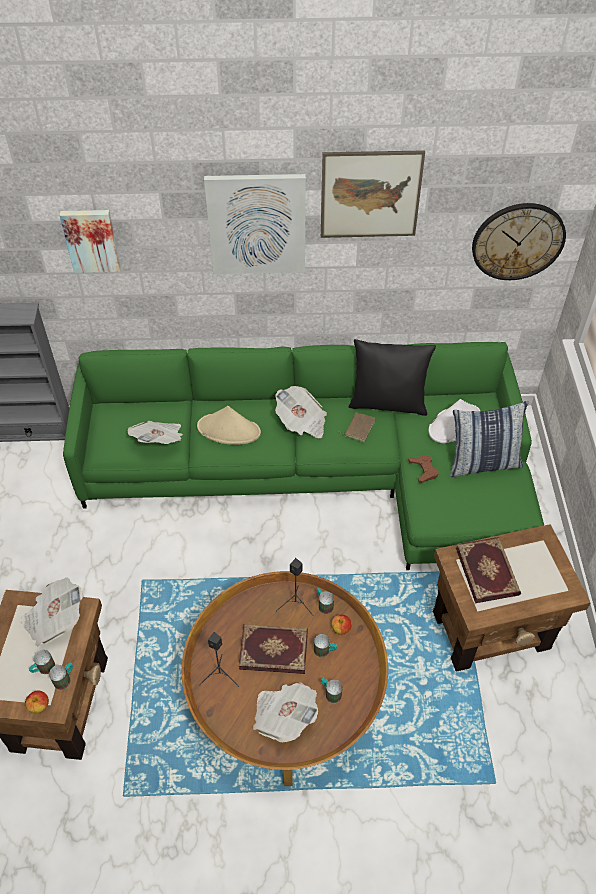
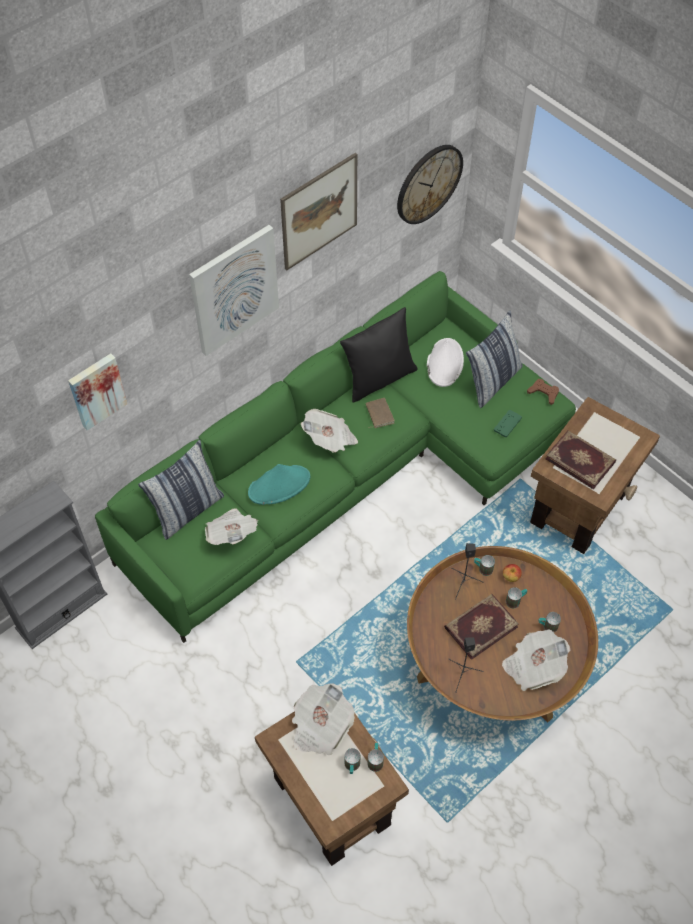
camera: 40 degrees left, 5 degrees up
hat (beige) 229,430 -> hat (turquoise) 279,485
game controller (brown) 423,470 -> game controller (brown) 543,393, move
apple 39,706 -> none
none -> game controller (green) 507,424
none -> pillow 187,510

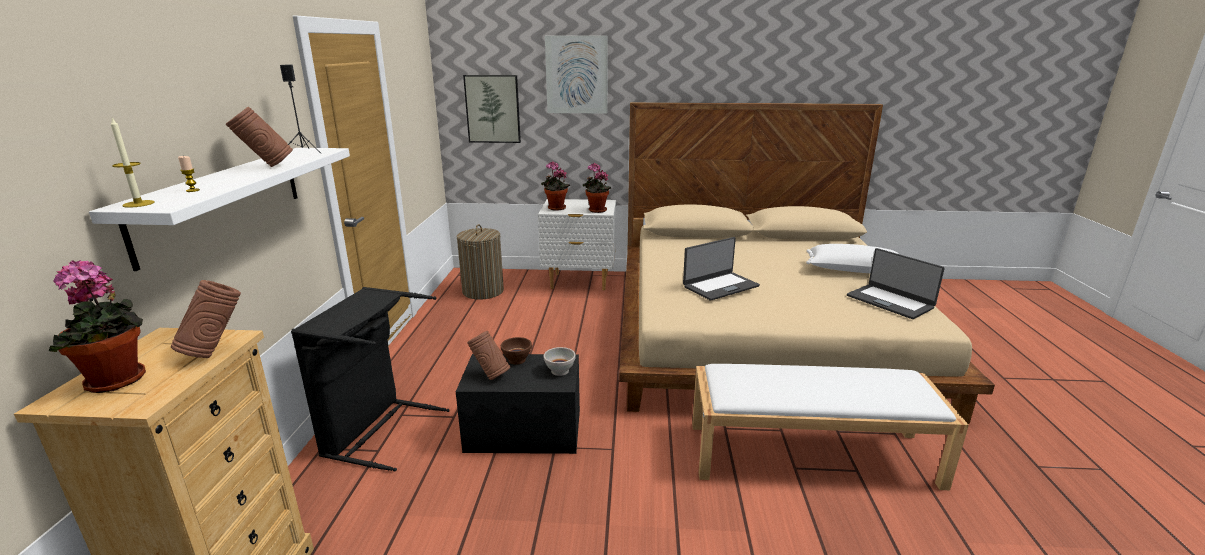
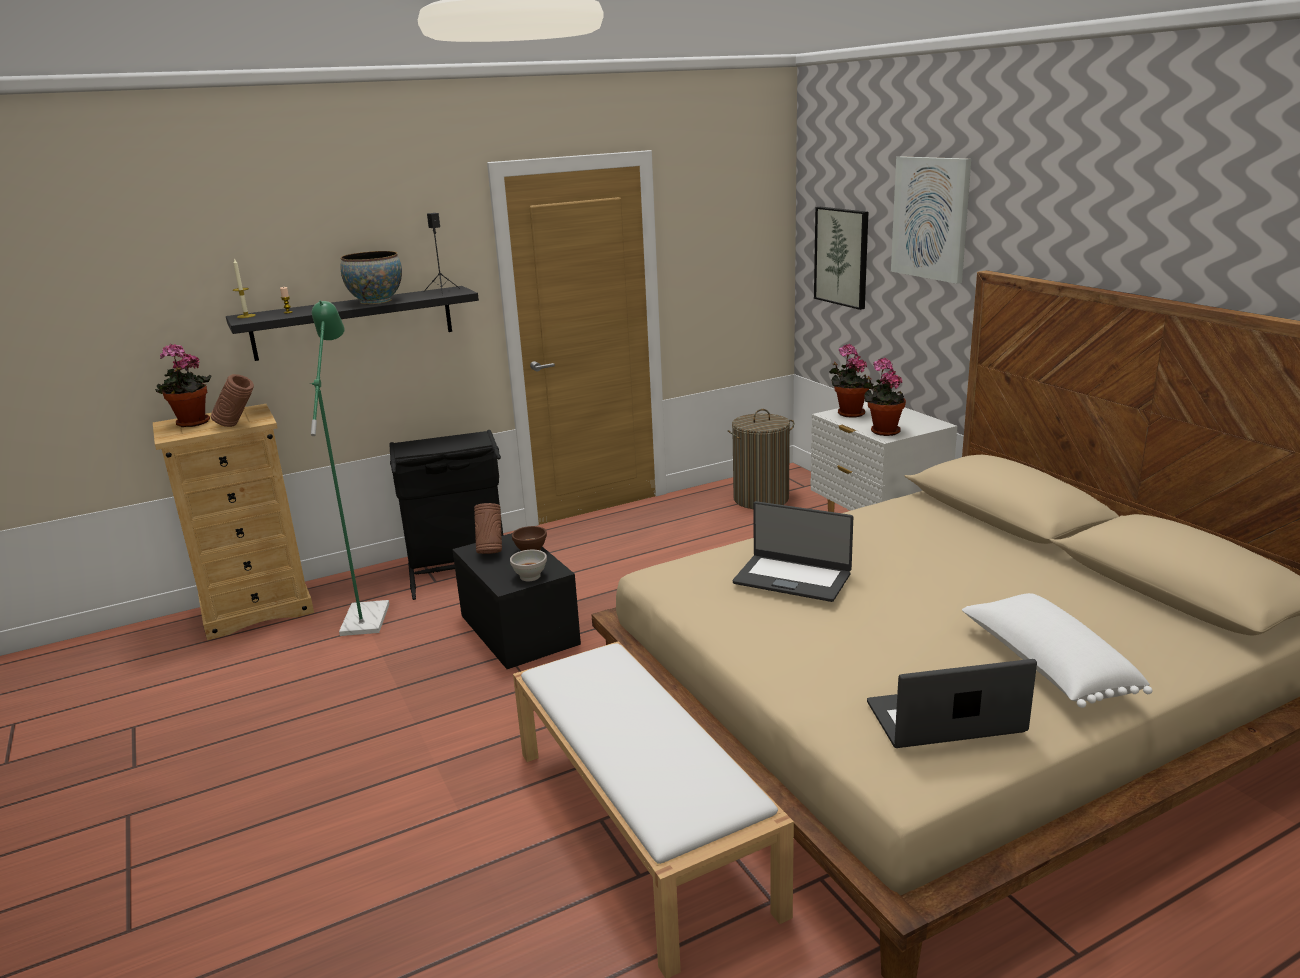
camera: 60 degrees right, 0 degrees up
vase (brown) 266,167 -> bowl 376,301
shelf (white) 223,200 -> shelf (black) 353,322
laptop 890,301 -> laptop 945,719, 60 degrees clockwise
none -> floor lamp (green) 367,613

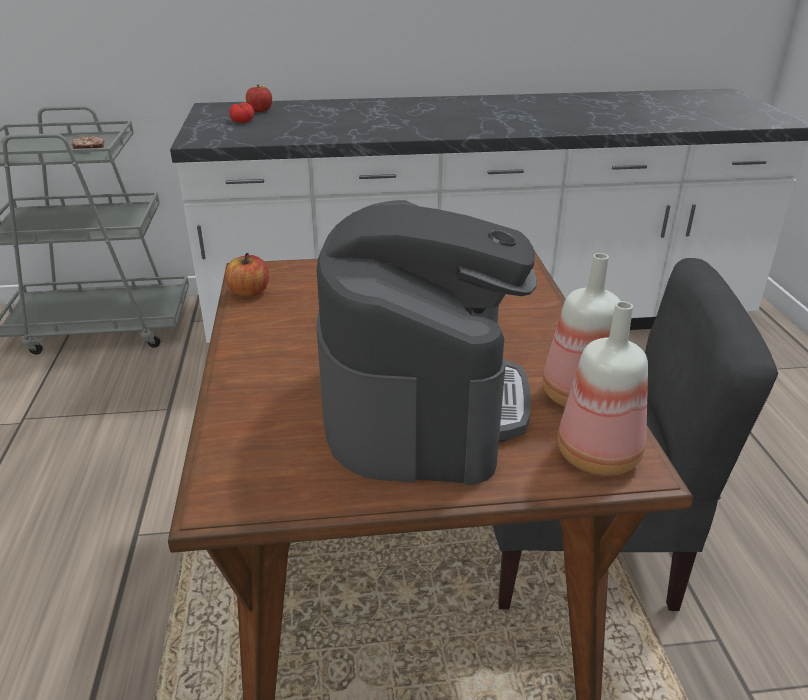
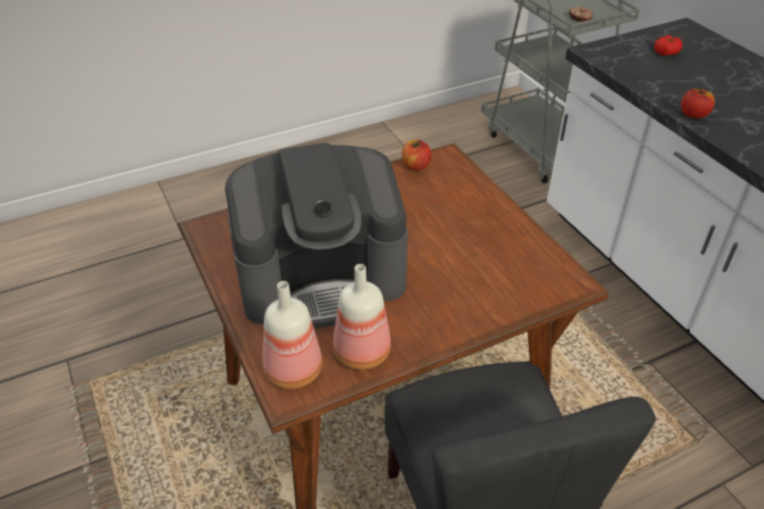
camera: 70 degrees right, 10 degrees up
apple 260,110 -> apple 693,115, move

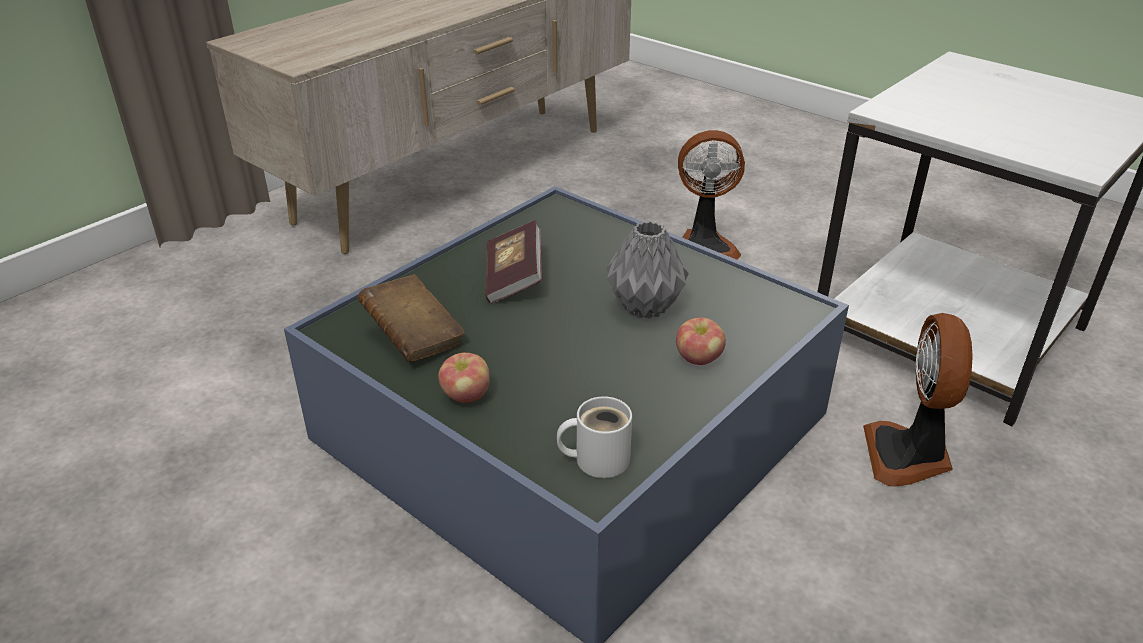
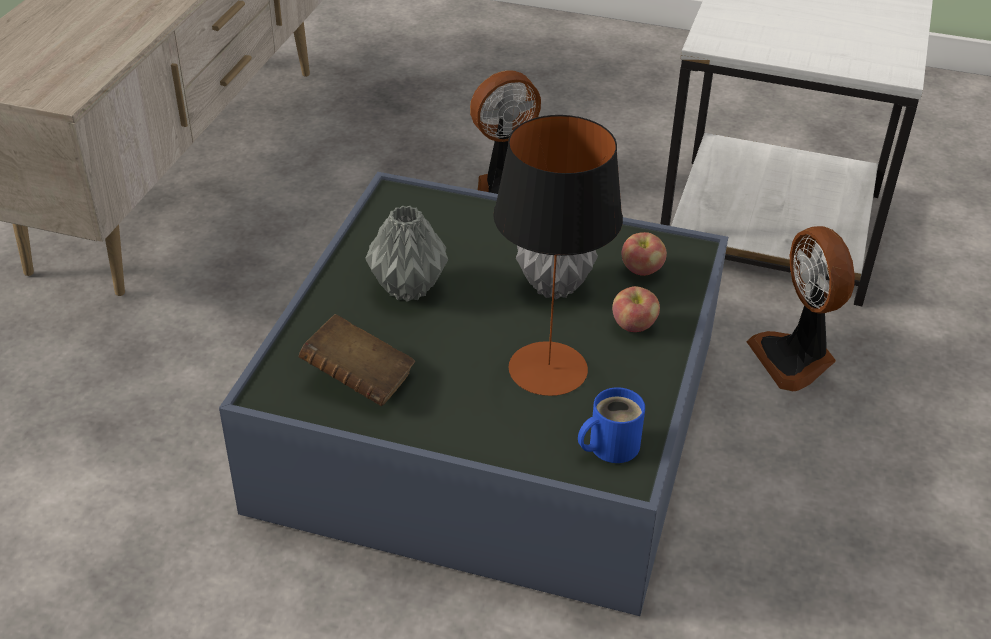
camera: 25 degrees left, 5 degrees up
book 514,278 -> vase (grey) 409,288
apple 466,396 -> apple 641,270, move
mug (white) 597,458 -> mug (blue) 609,445
none -> table lamp 548,369

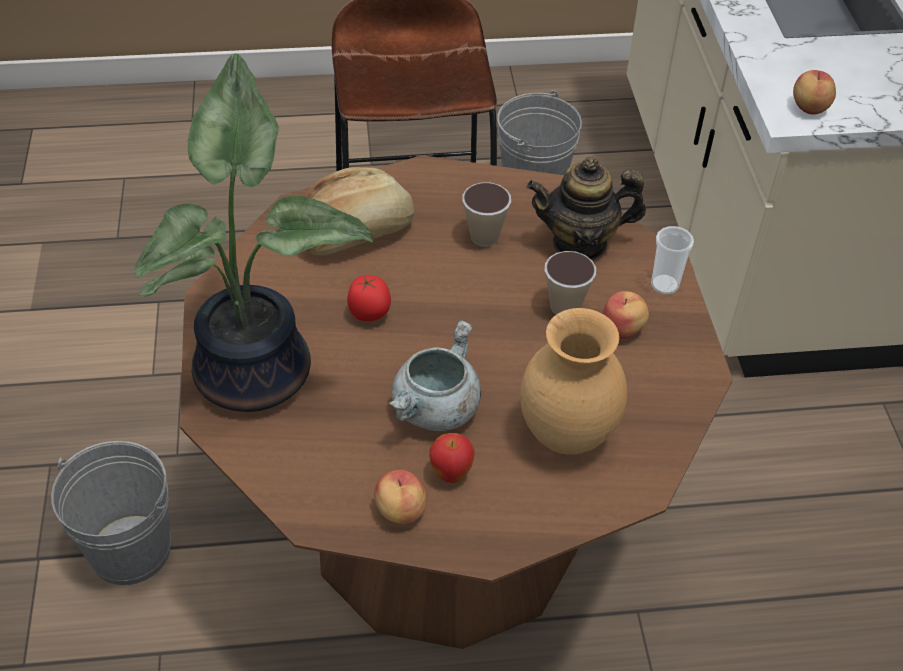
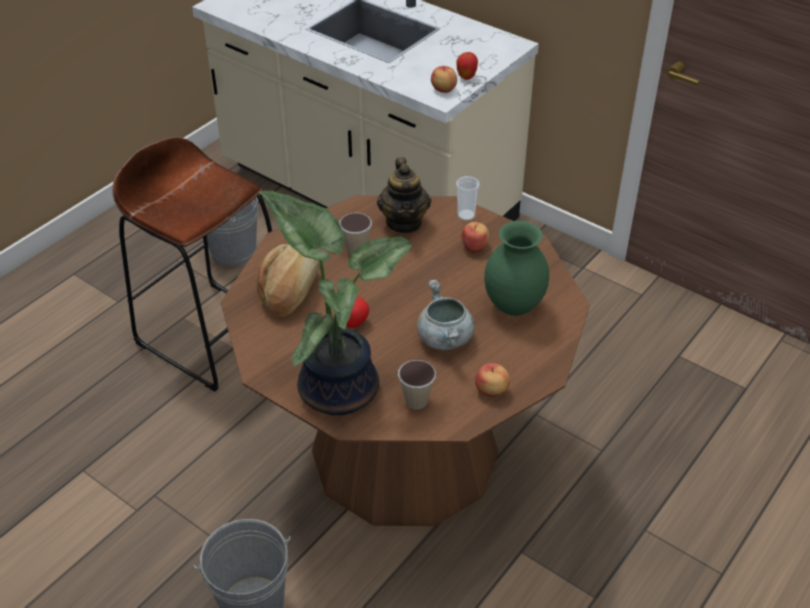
camera: 45 degrees left, 5 degrees down
teapot 580,243 -> teapot 404,222, 45 degrees counterclockwise
cup 565,307 -> cup 416,401, move
vase (brown) 566,436 -> vase (green) 514,307
apple 451,474 -> apple 466,77, move

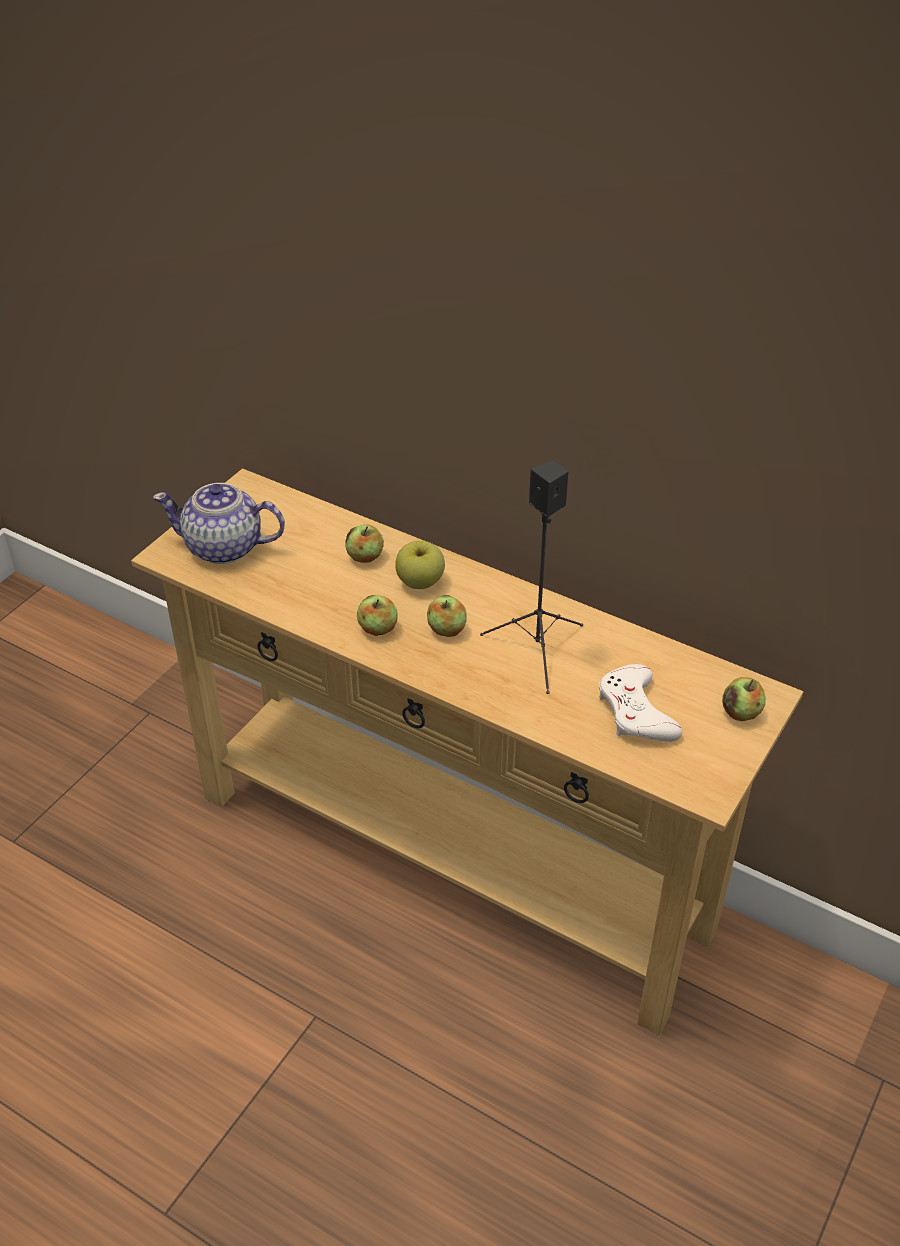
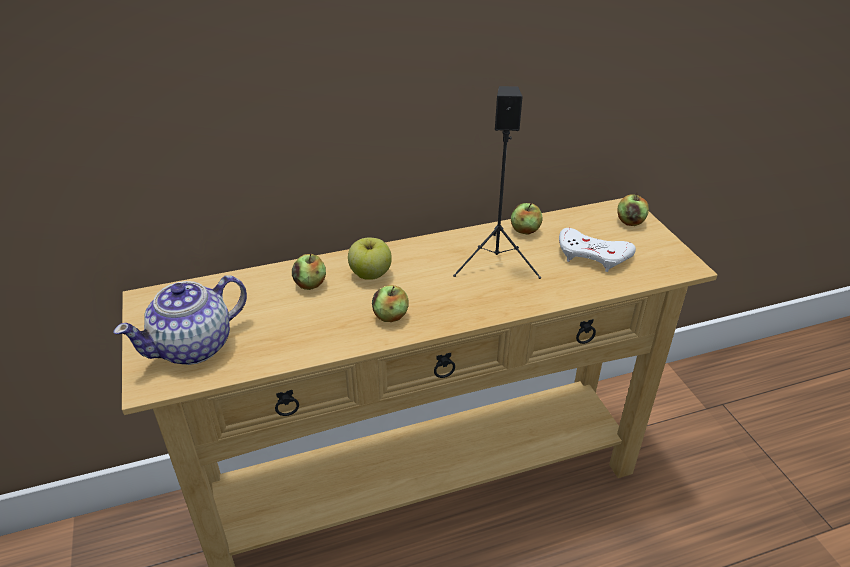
camera: 50 degrees left, 5 degrees down
apple 446,629 -> apple 525,230, move

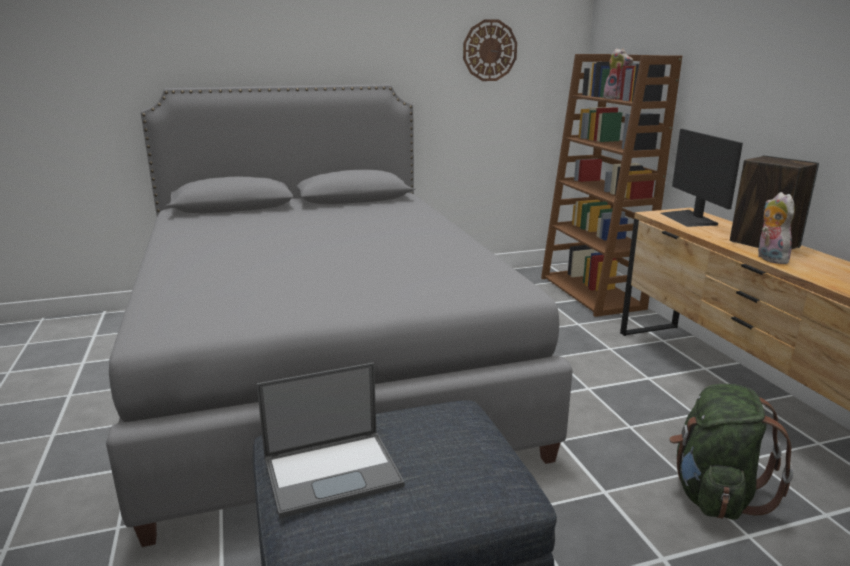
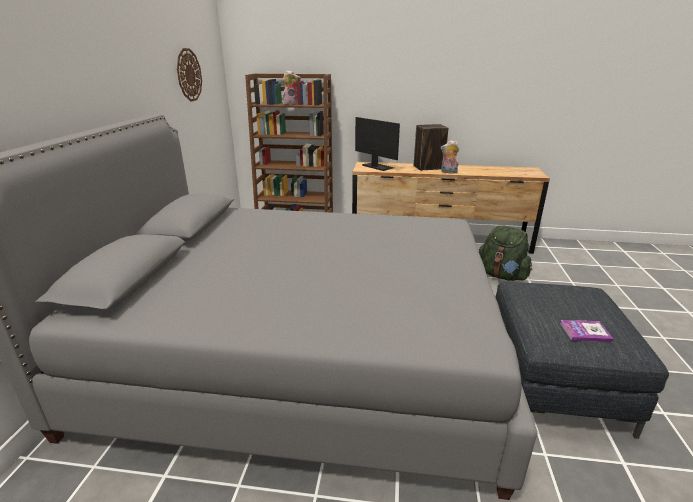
camera: 65 degrees left, 5 degrees up
monitor 689,219 -> monitor 377,166, 150 degrees counterclockwise
laptop 334,471 -> book 585,332

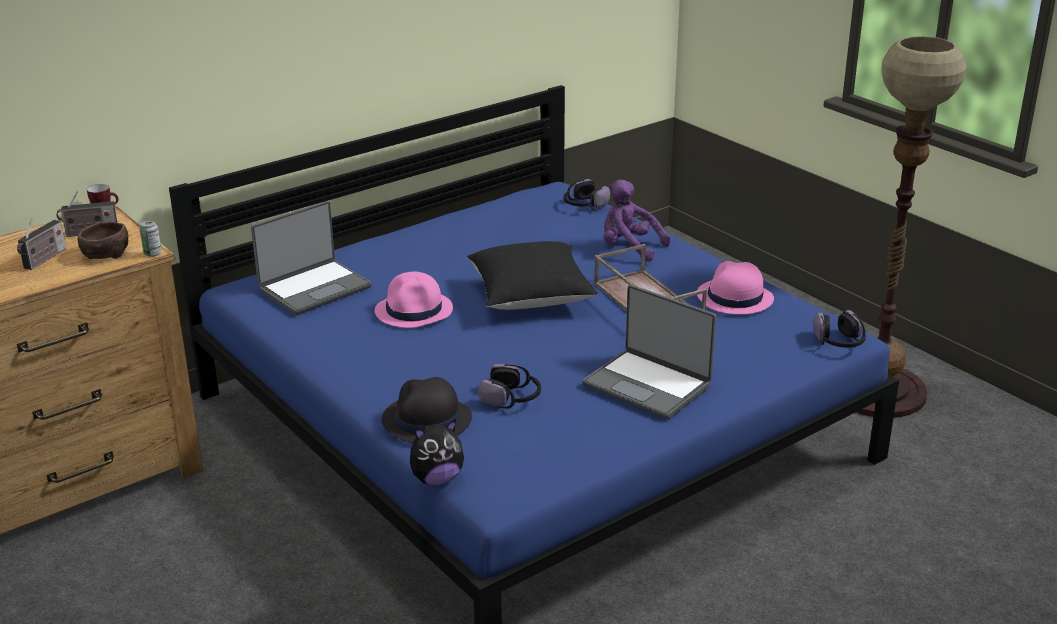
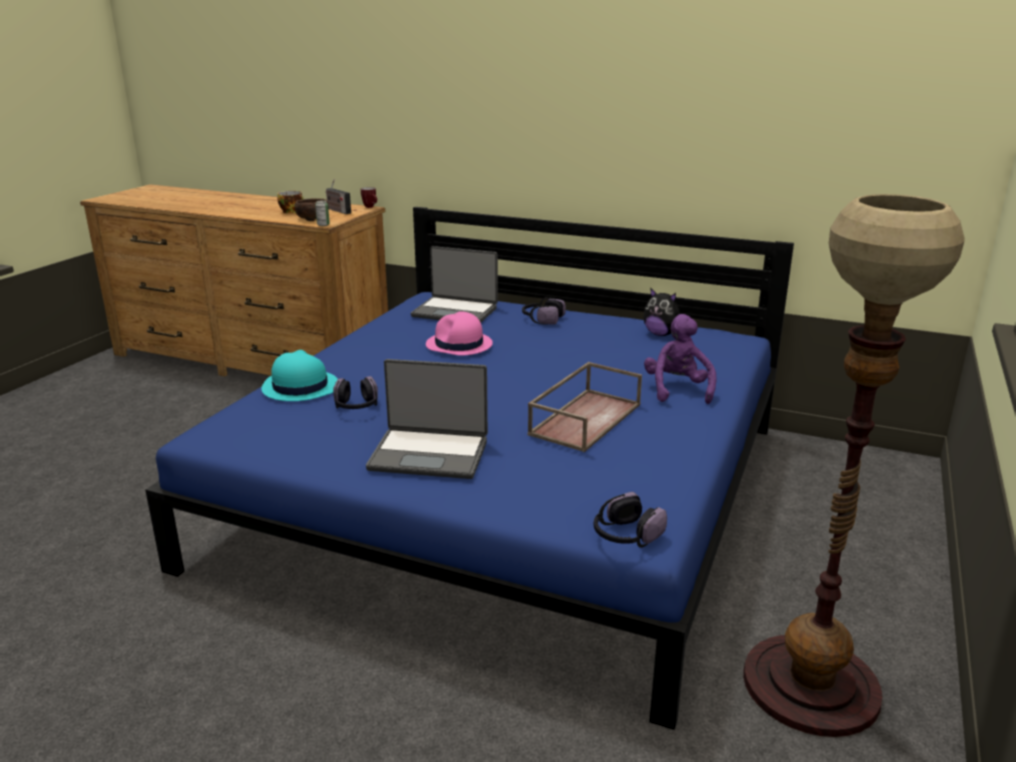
camera: 60 degrees right, 5 degrees down
headphones 584,205 -> headphones 542,319, move
radio 44,259 -> cup 293,212
pillow (black) 530,296 -> none
hat (pink) 734,298 -> none
laptop 648,385 -> laptop 429,454, 90 degrees counterclockwise
hat (black) 426,420 -> hat (turquoise) 299,387
plush toy 436,479 -> plush toy 661,334, move

